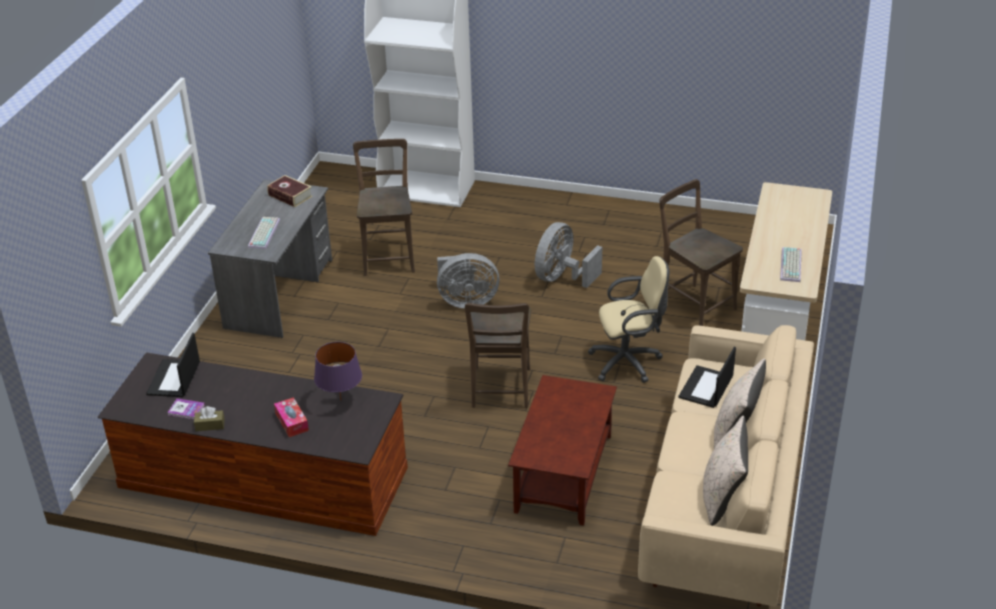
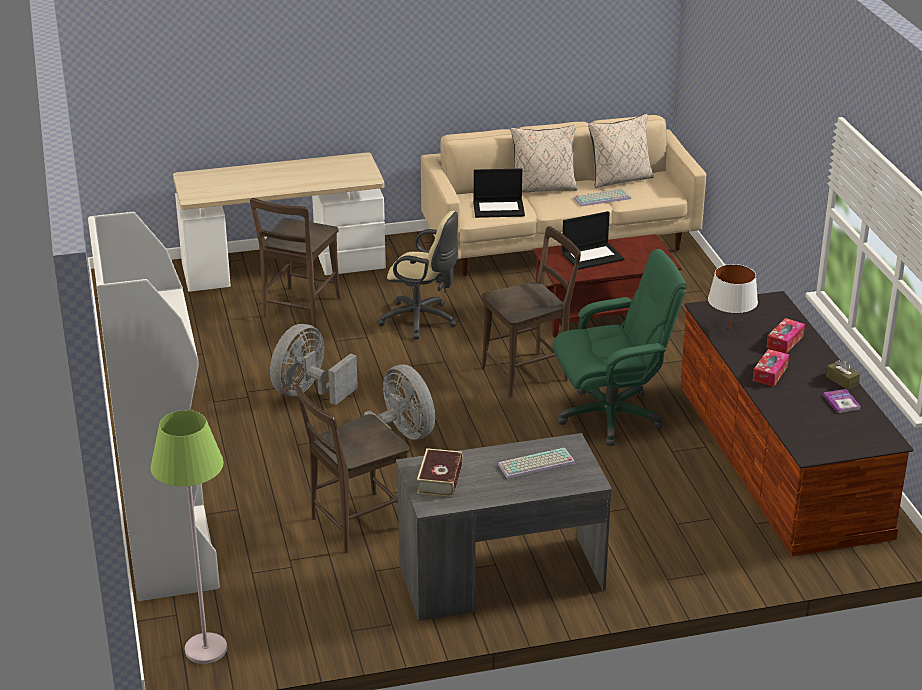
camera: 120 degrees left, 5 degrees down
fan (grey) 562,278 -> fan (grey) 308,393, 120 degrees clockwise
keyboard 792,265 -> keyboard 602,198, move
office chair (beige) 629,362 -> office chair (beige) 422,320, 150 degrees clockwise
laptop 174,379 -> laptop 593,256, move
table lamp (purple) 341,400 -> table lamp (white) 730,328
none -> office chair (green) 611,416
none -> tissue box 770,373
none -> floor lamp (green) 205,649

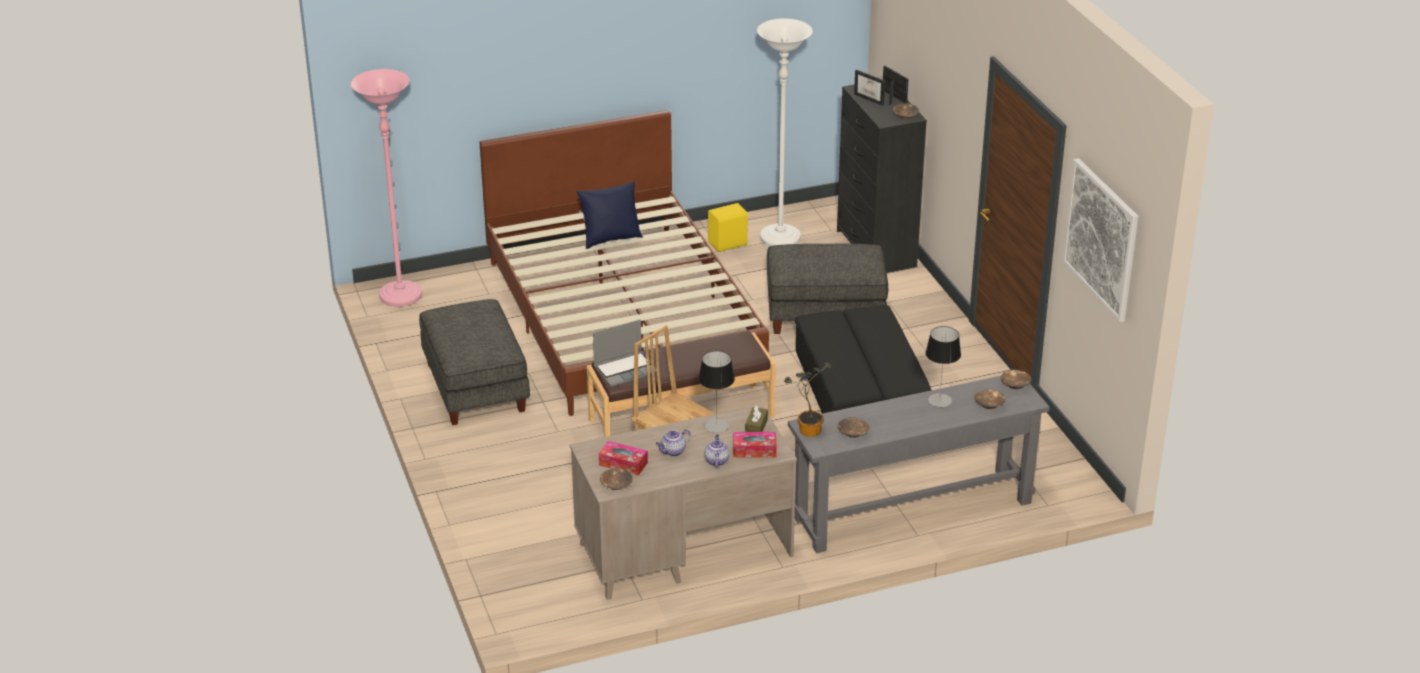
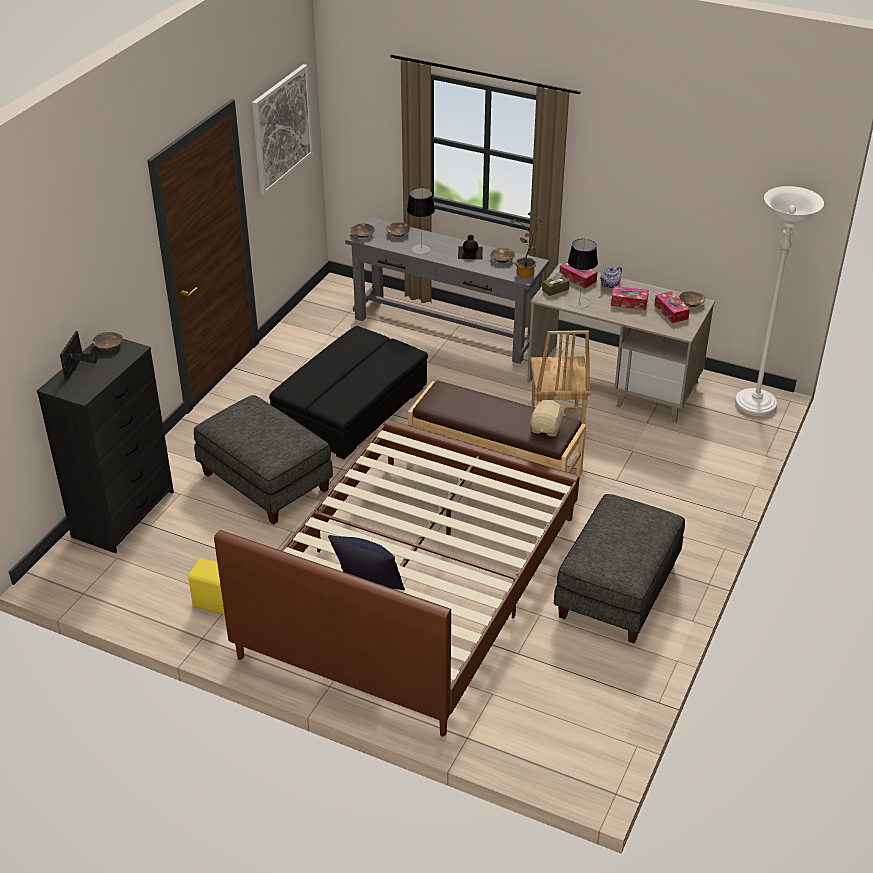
camera: 135 degrees left, 5 degrees up
floor lamp (white) 780,239 -> floor lamp (white) 755,405, move
floor lamp (pink) 400,296 -> none
picture frame 871,98 -> none
laptop 626,370 -> plush toy (beige) 546,428
teapot 673,451 -> tissue box 629,303
none -> bottle (black) 470,252

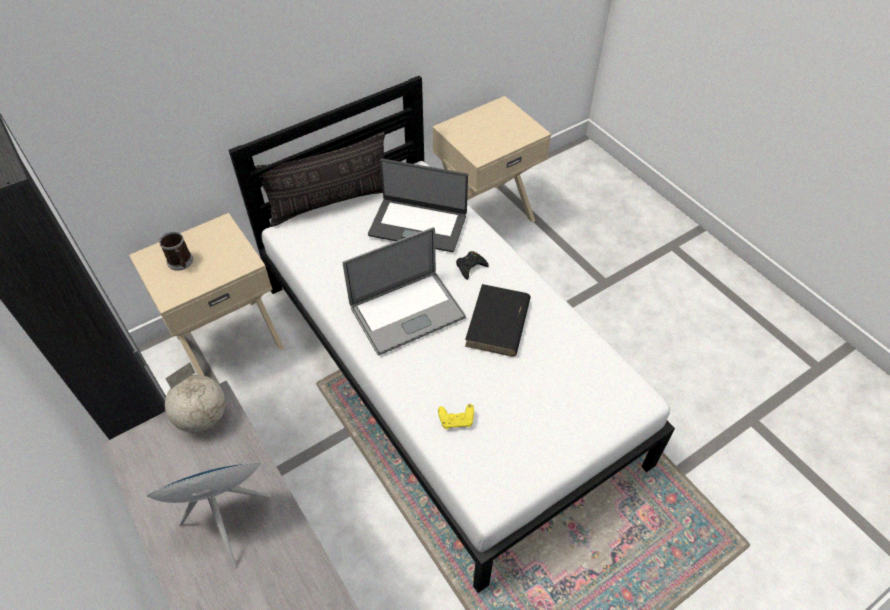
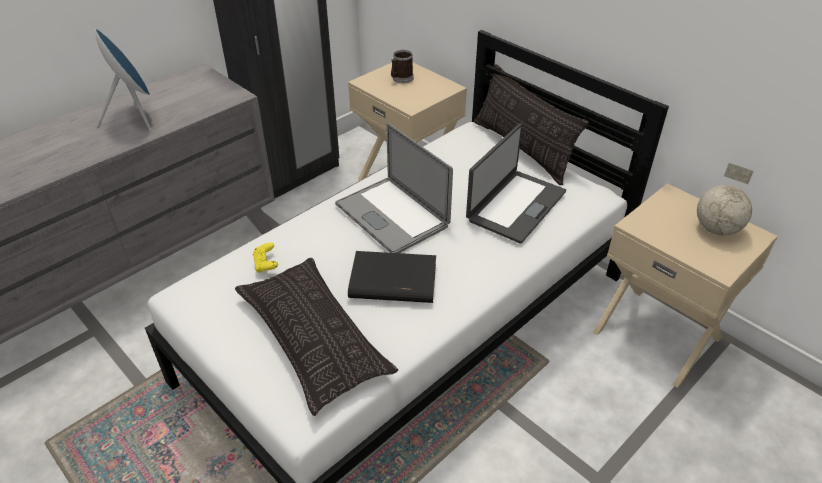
camera: 80 degrees right, 10 degrees down
laptop 418,224 -> laptop 515,205, 150 degrees counterclockwise
game controller (black) 470,267 -> none
globe 202,417 -> globe 716,229, move
none -> pillow 313,338

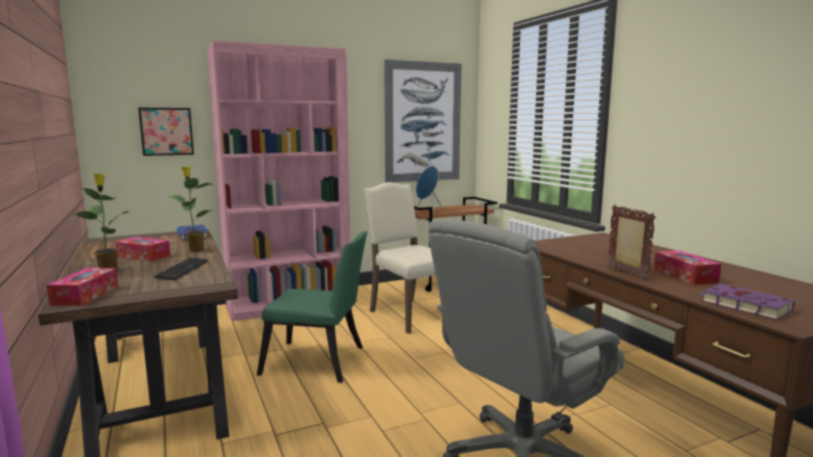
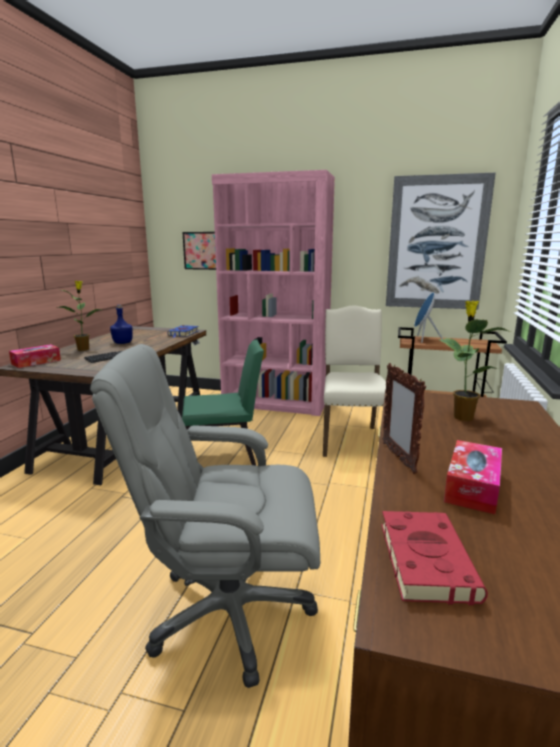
camera: 40 degrees right, 5 degrees up
potted plant 195,250 -> potted plant 462,417, move
picture frame 626,274 -> picture frame 398,457, 150 degrees clockwise
chair (green) 319,362 -> chair (green) 223,456, 60 degrees counterclockwise
tissue box 143,256 -> bottle (blue) 123,343
book (purple) 743,305 -> book (red) 424,558

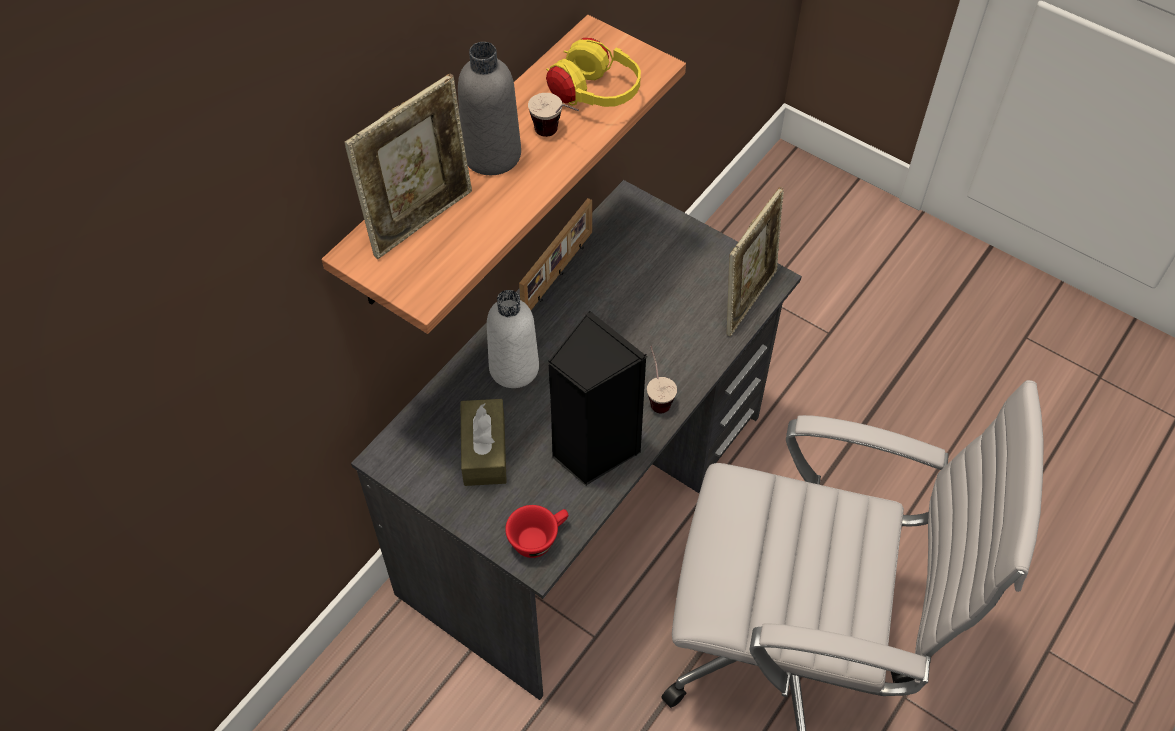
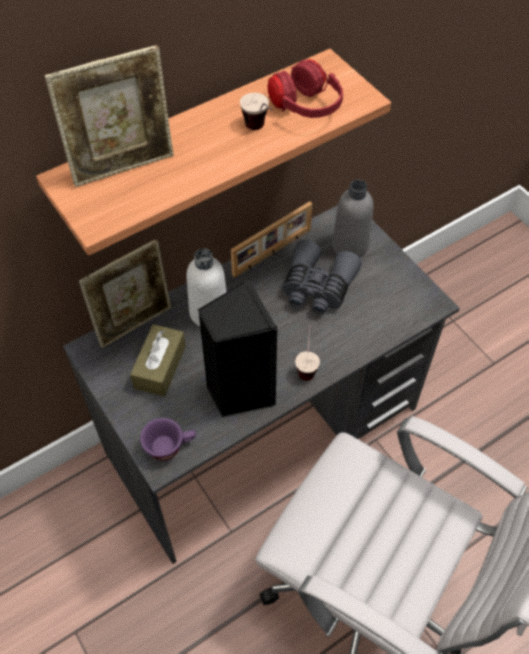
camera: 20 degrees right, 0 degrees up
headphones (yellow) 594,95 -> headphones (red) 305,108
bottle (grey) 492,155 -> bottle (grey) 350,246, move
picture frame 748,299 -> picture frame 135,323, move
cup (red) 539,538 -> cup (purple) 170,446
none -> binoculars (grey) 317,287

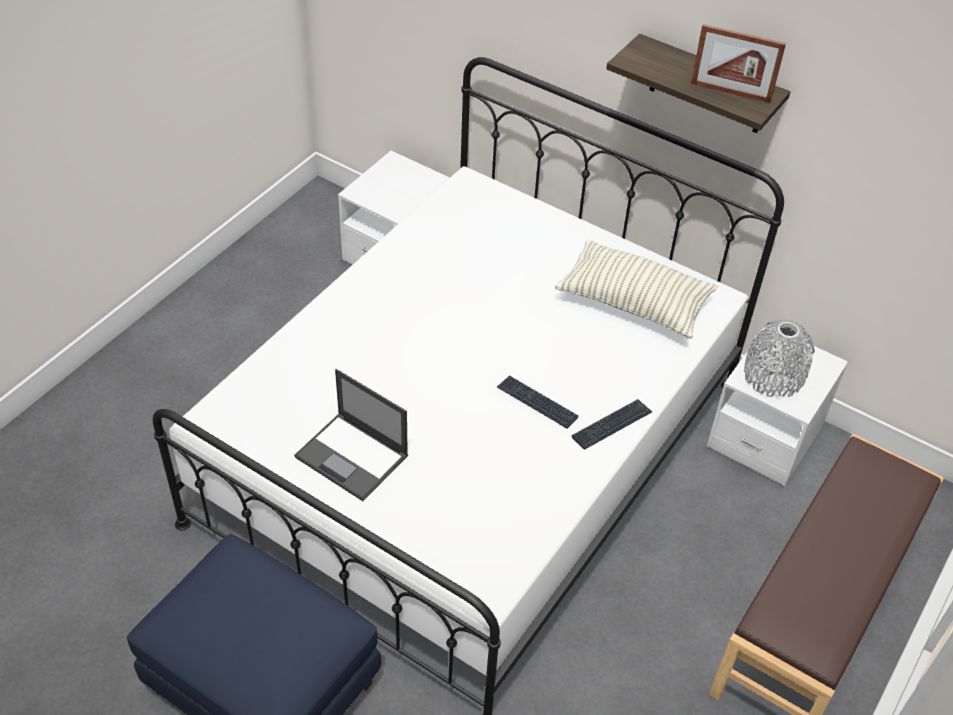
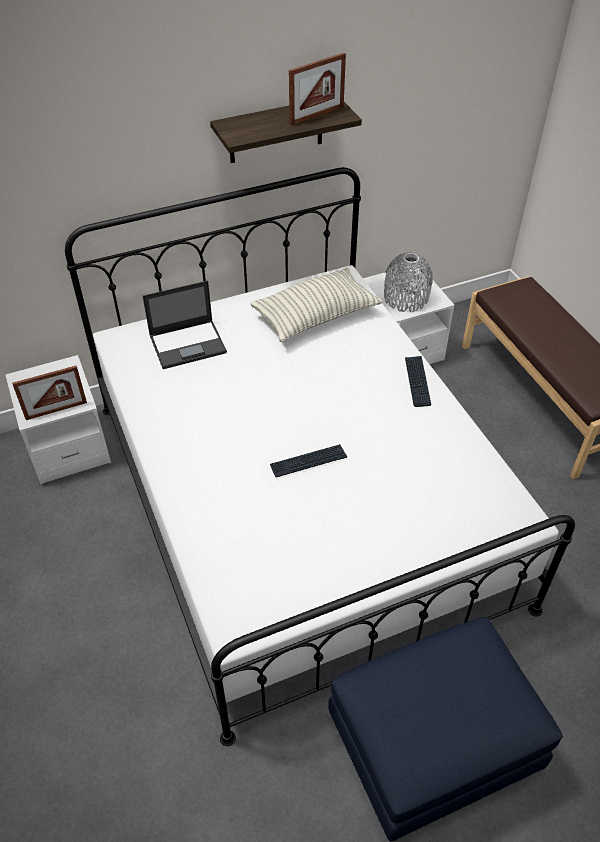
camera: 55 degrees left, 0 degrees up
laptop 353,457 -> laptop 188,344, move
keyboard 537,403 -> keyboard 308,462, move
none -> picture frame 56,410

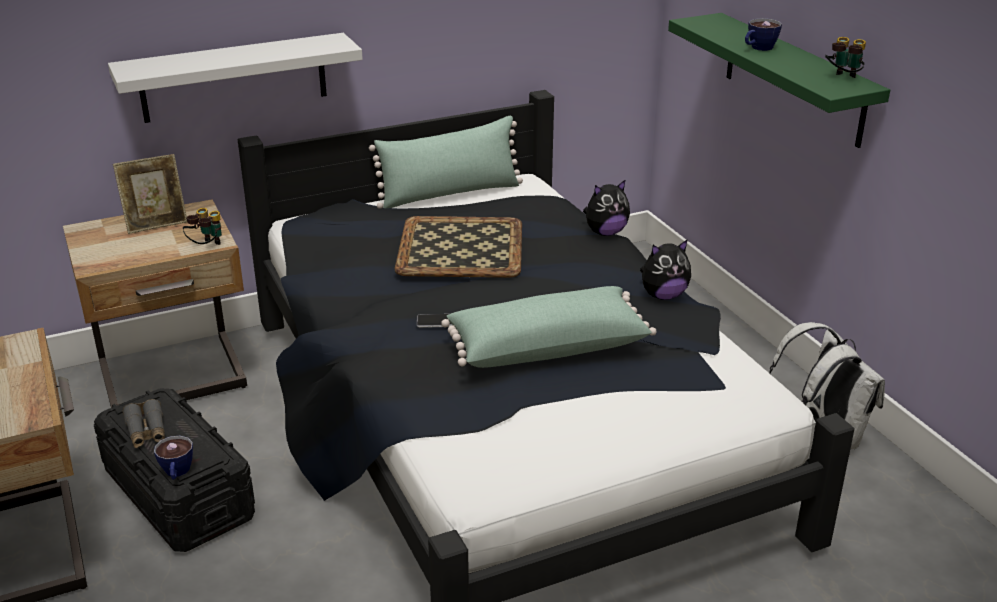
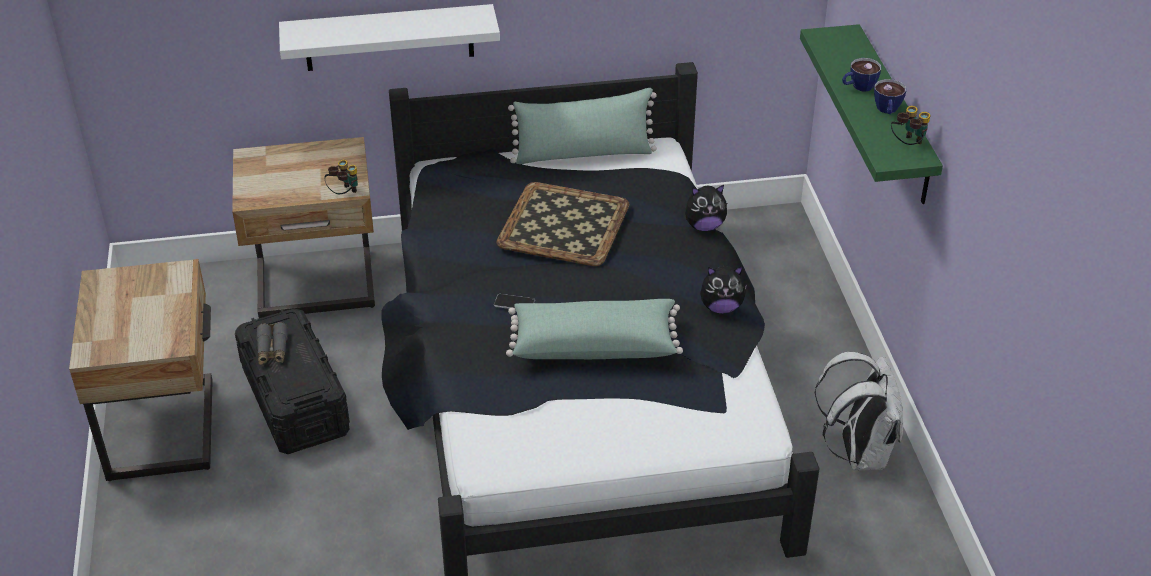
camera: 15 degrees right, 10 degrees up
picture frame 156,223 -> none
cup 177,473 -> cup 887,111, move

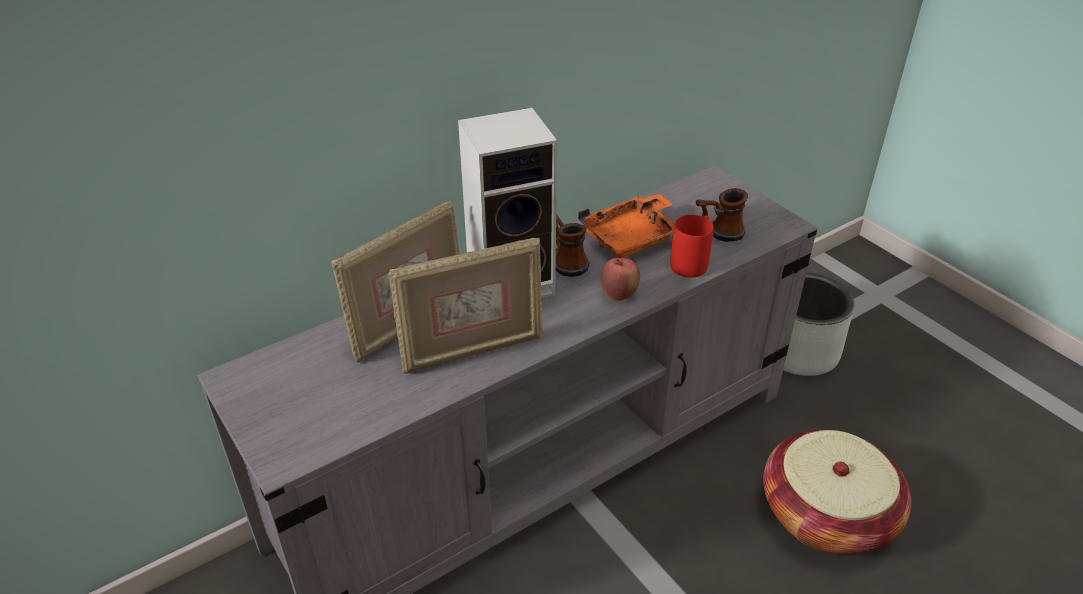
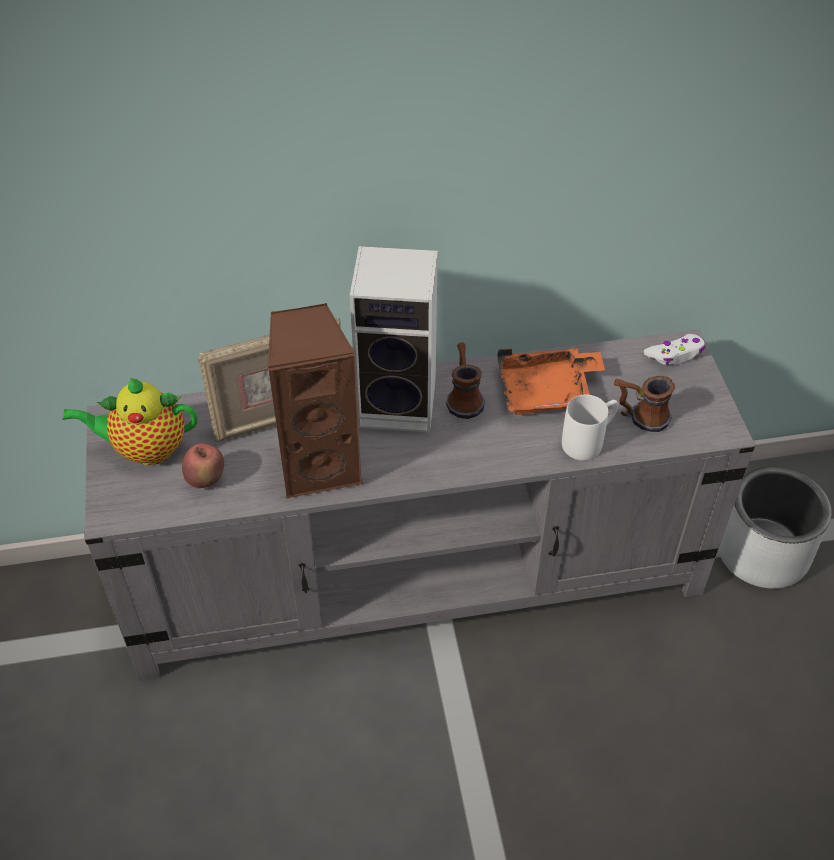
camera: 25 degrees right, 10 degrees up
mug (red) 692,261 -> mug (white) 589,441
picture frame 472,350 -> speaker (brown) 319,465
apple 619,295 -> apple 206,480, move
basket 826,515 -> none
none -> game controller (white) 675,354
none -> teapot 145,449

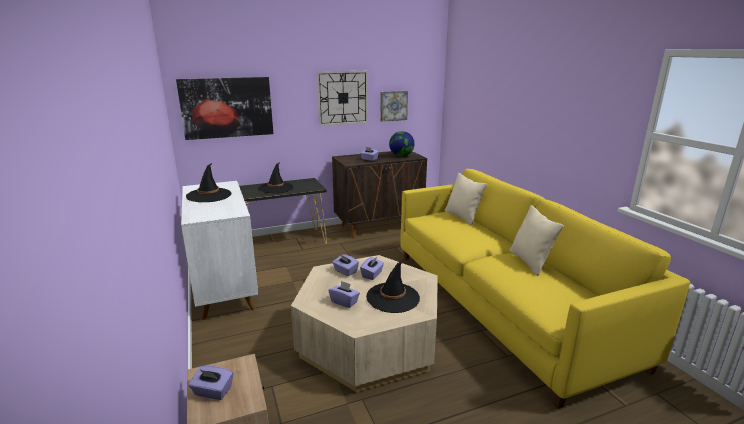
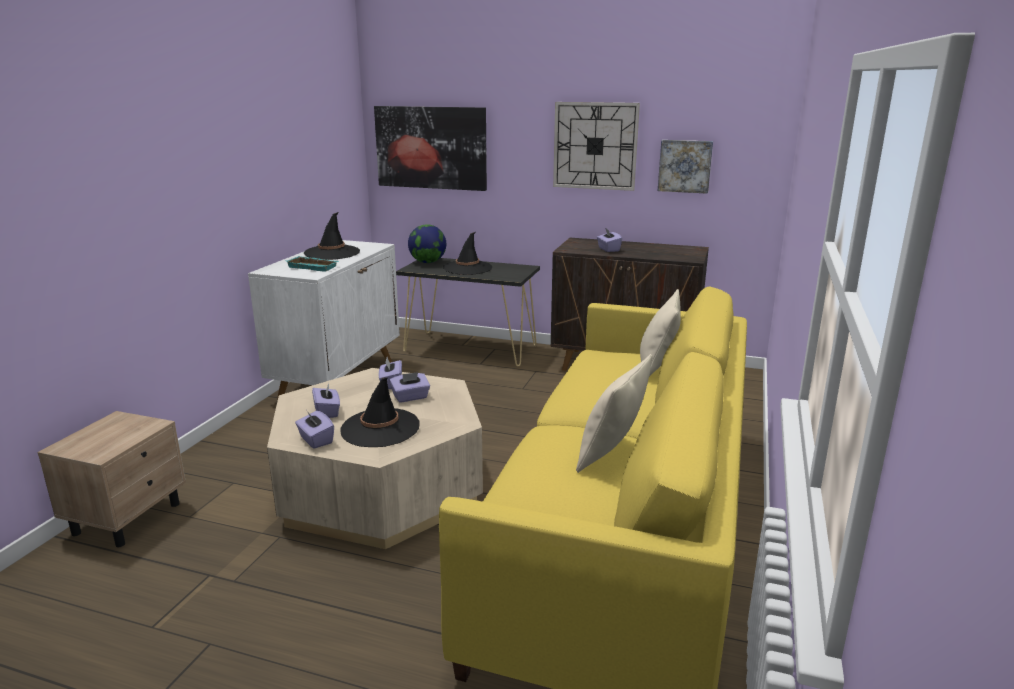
camera: 40 degrees right, 0 degrees up
globe 401,156 -> globe 428,262, move
tissue box (purple) 213,392 -> tissue box (purple) 315,440, move
none -> tray (turquoise) 314,267

